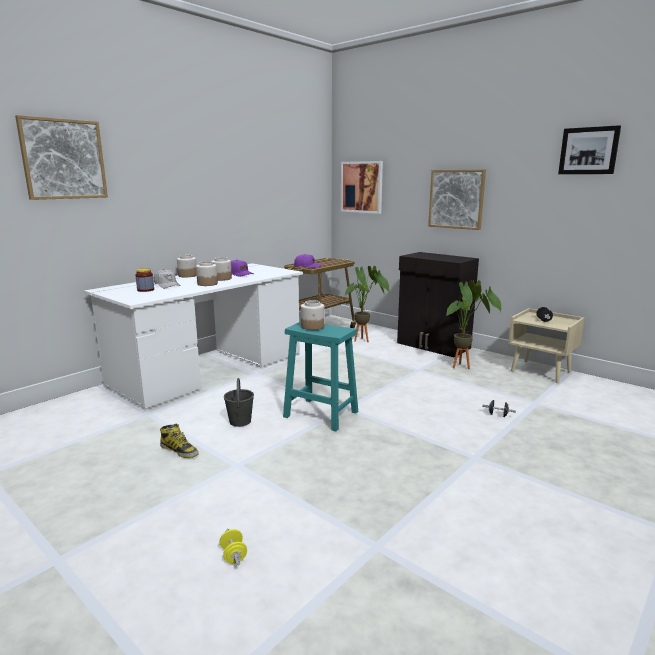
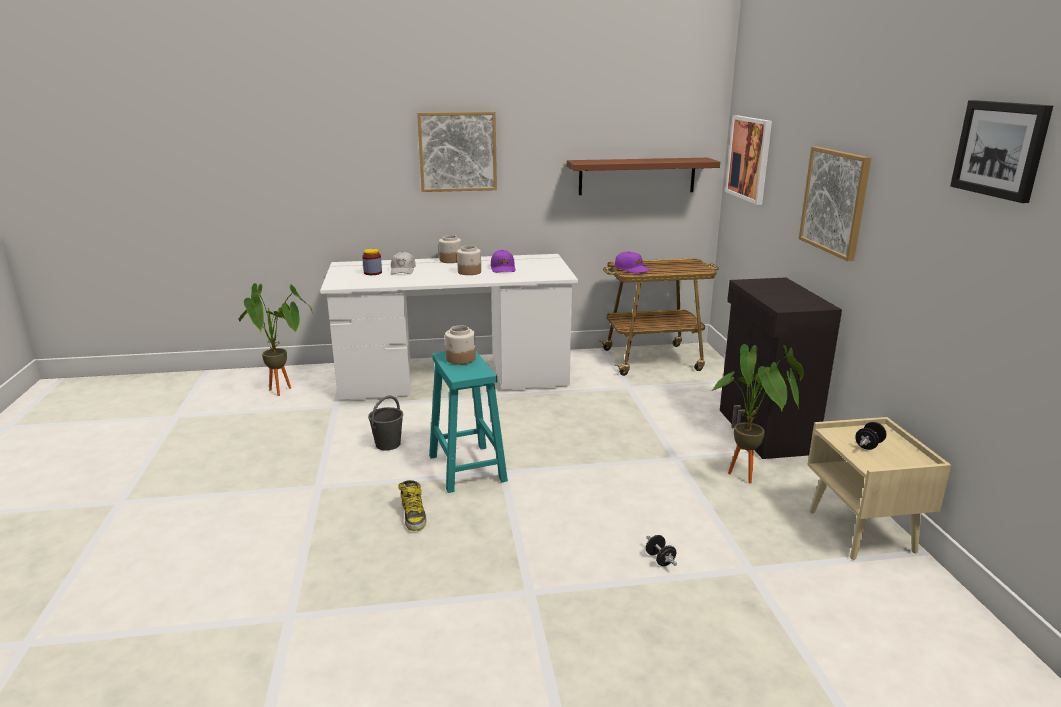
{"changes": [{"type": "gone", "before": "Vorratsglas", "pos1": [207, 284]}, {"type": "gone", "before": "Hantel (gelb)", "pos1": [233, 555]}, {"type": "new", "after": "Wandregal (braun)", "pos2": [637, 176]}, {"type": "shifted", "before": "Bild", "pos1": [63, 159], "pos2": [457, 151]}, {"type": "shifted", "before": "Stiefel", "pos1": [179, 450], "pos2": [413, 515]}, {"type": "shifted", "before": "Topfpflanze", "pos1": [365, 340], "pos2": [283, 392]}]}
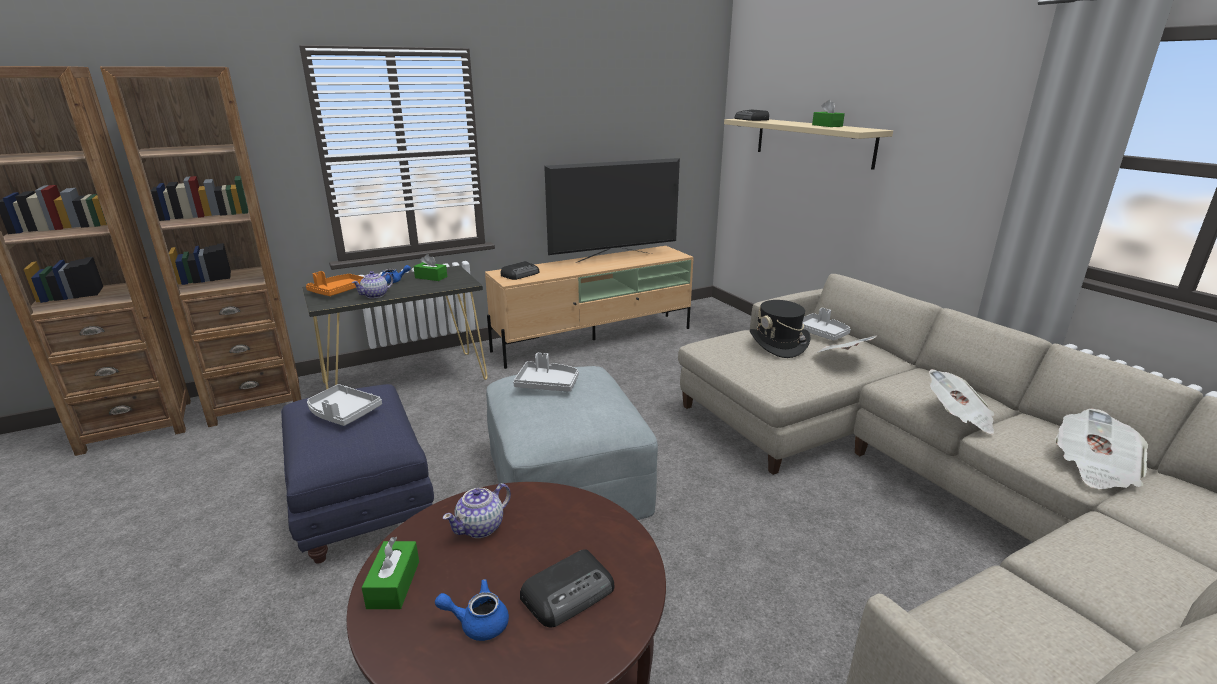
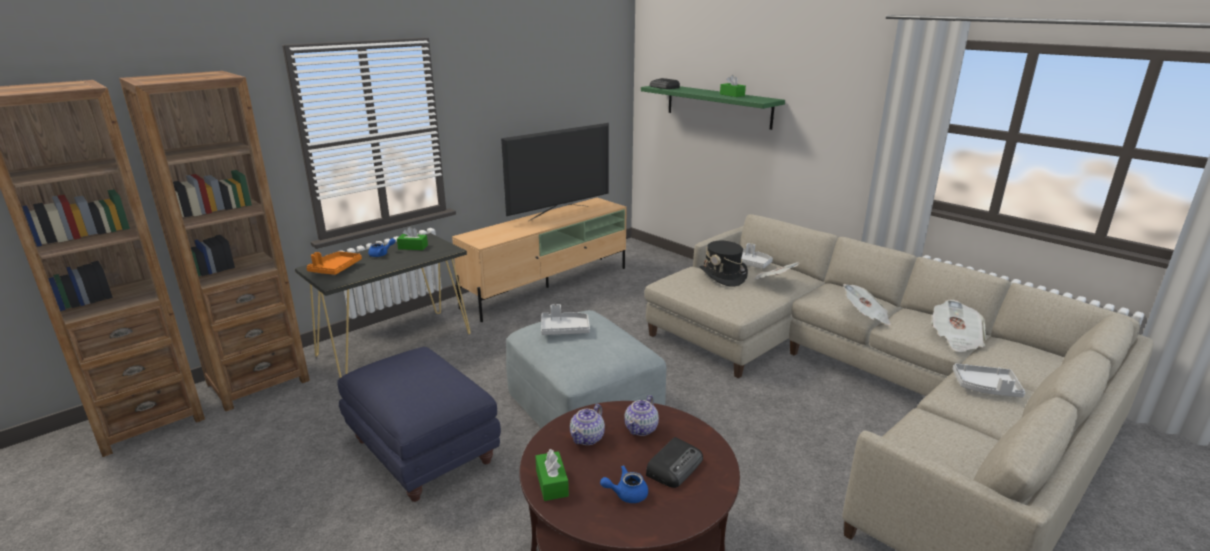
{"changes": [{"type": "gone", "before": "Radio", "pos1": [521, 274]}, {"type": "shifted", "before": "Tablett (grau)", "pos1": [343, 413], "pos2": [986, 387]}, {"type": "shifted", "before": "Teekanne", "pos1": [375, 295], "pos2": [641, 428]}, {"type": "repainted", "before": "Wandregal (beige)", "after": "Wandregal (grün)", "pos1": [812, 141], "pos2": [718, 106]}]}
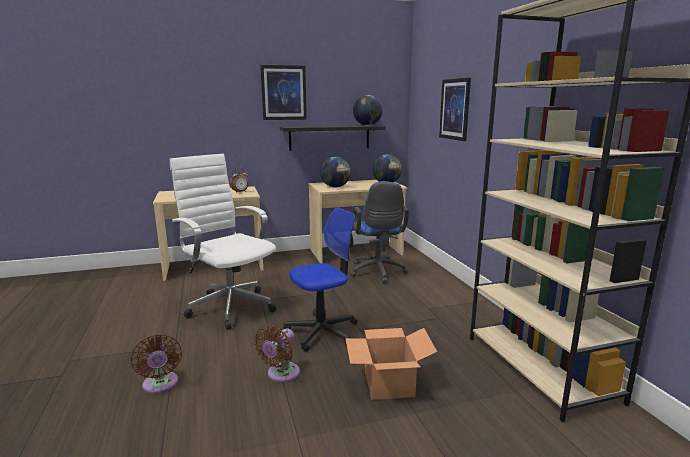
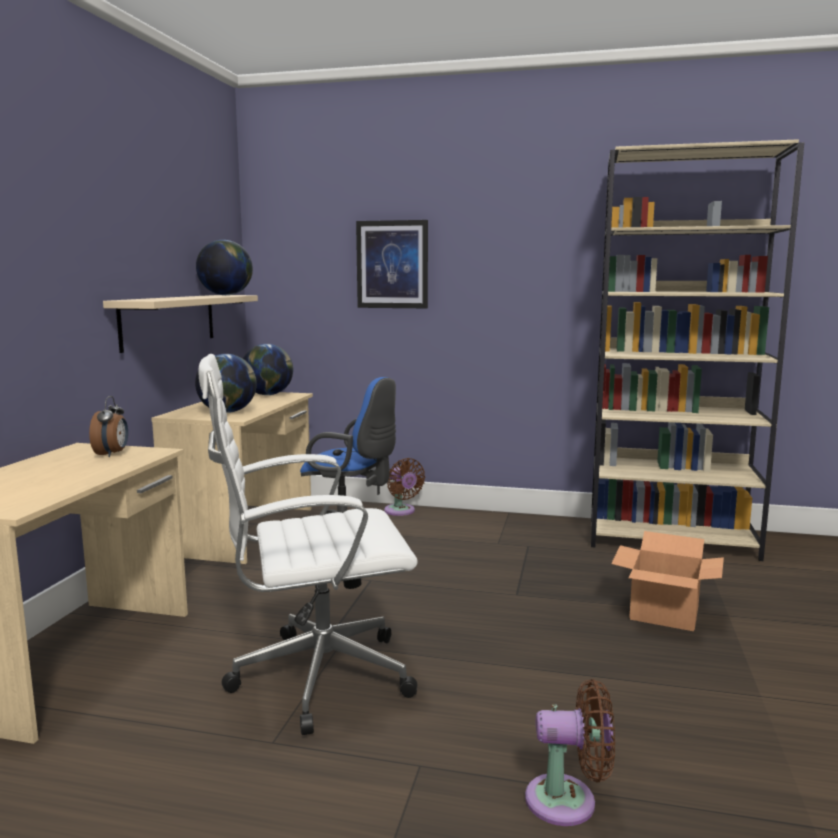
{"changes": [{"type": "gone", "before": "Bild", "pos1": [283, 93]}, {"type": "gone", "before": "Bürostuhl", "pos1": [322, 332]}, {"type": "shifted", "before": "Ventilator (braun)", "pos1": [281, 374], "pos2": [401, 511]}, {"type": "repainted", "before": "Wandregal (schwarz)", "after": "Wandregal (beige)", "pos1": [329, 137], "pos2": [169, 321]}]}
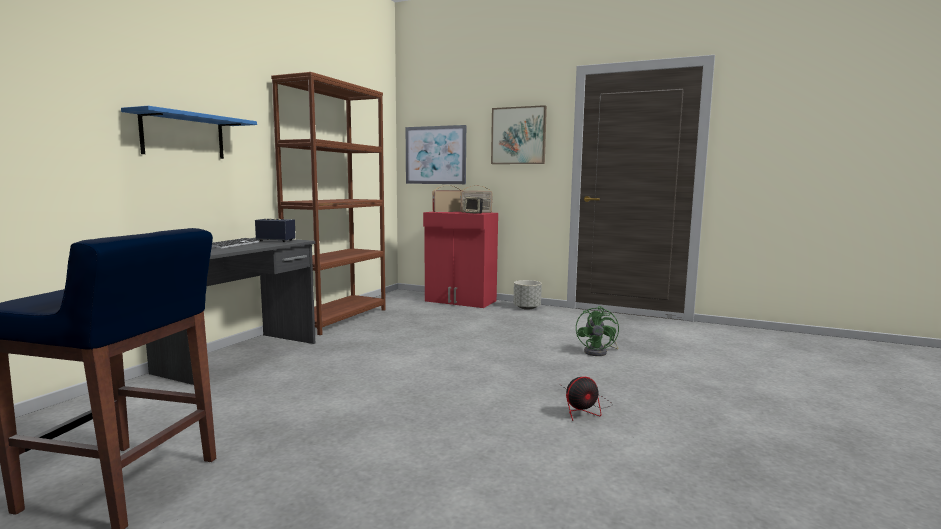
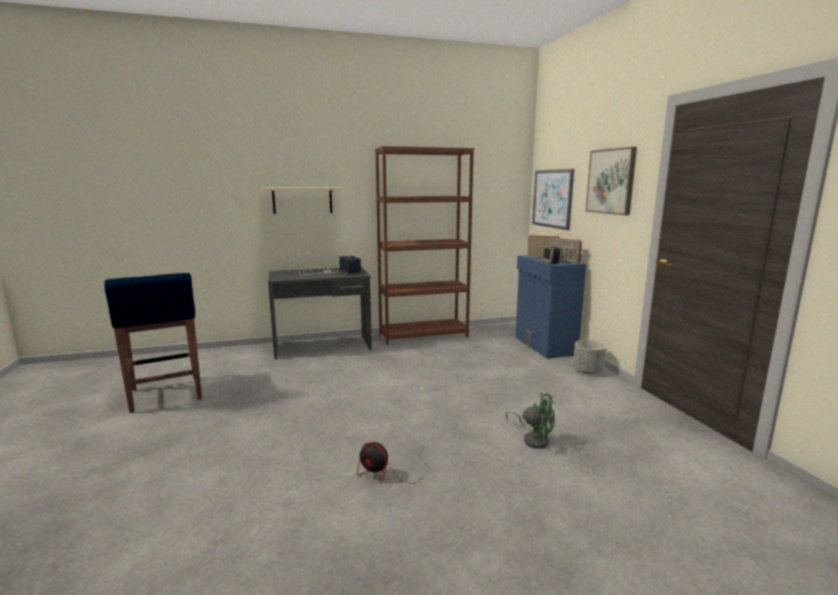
{"changes": [{"type": "repainted", "before": "Wandregal (blau)", "after": "Wandregal (beige)", "pos1": [183, 136], "pos2": [302, 200]}, {"type": "repainted", "before": "Schrank (rot)", "after": "Schrank (blau)", "pos1": [460, 301], "pos2": [544, 346]}, {"type": "rotated", "before": "Ventilator (grün)", "pos1": [599, 352], "pos2": [533, 439], "turn": -120}]}
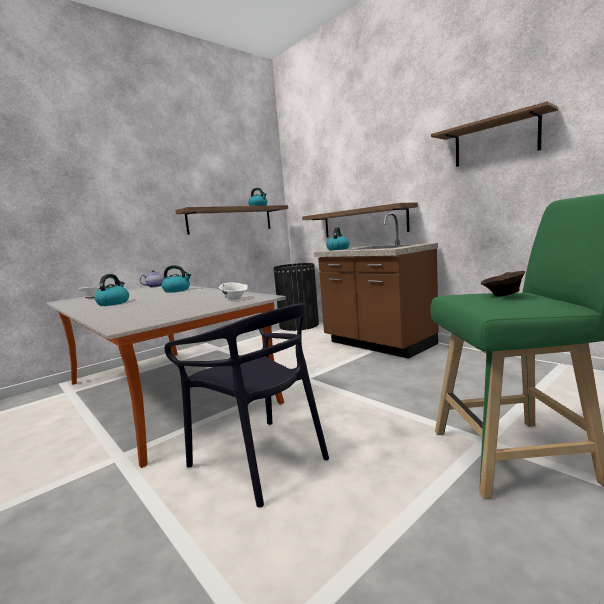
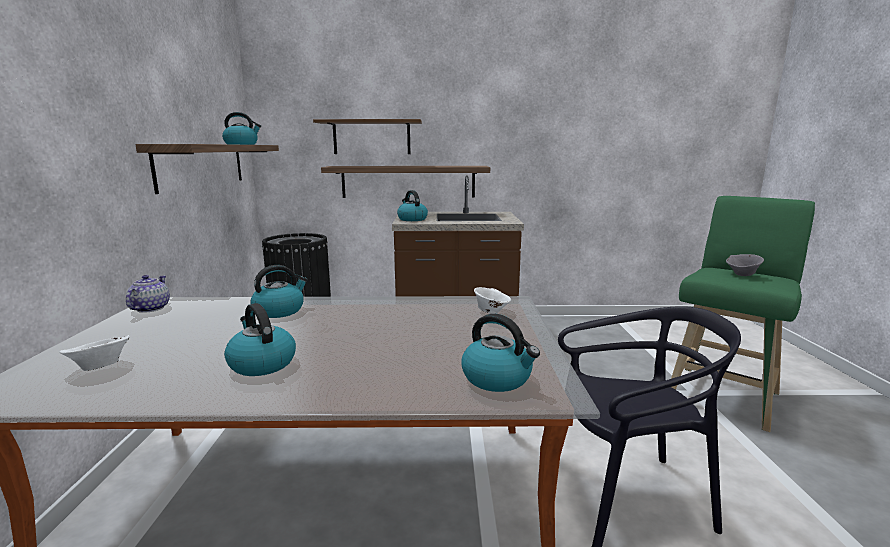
{"changes": [{"type": "new", "after": "Wasserkessel", "pos2": [497, 378]}, {"type": "shifted", "before": "Wandregal", "pos1": [495, 141], "pos2": [371, 137]}, {"type": "repainted", "before": "Schüssel (braun)", "after": "Schüssel (grau)", "pos1": [502, 296], "pos2": [742, 275]}]}
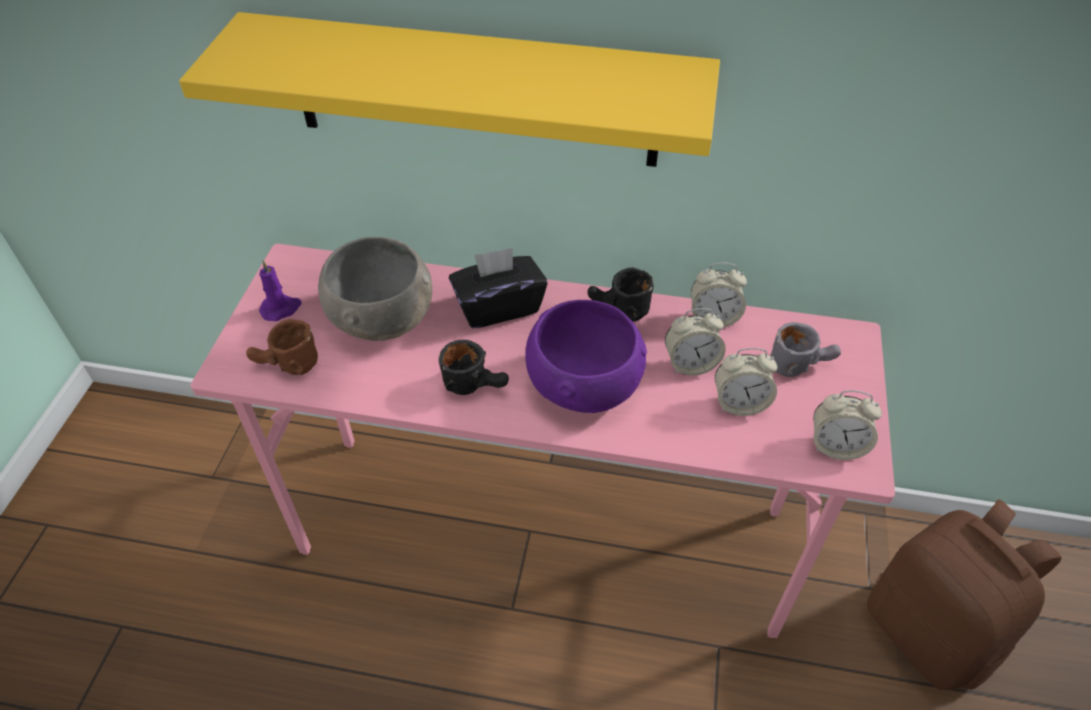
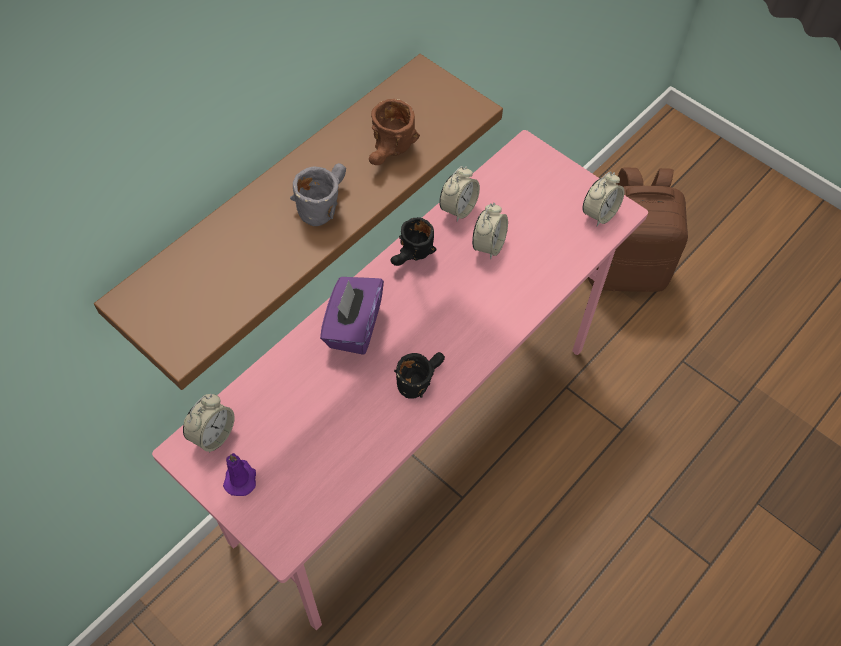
{"changes": [{"type": "gone", "before": "Schüssel (grau)", "pos1": [381, 317]}, {"type": "gone", "before": "Schüssel (lila)", "pos1": [583, 383]}, {"type": "shifted", "before": "Henkelbecher (braun)", "pos1": [286, 366], "pos2": [390, 153]}, {"type": "shifted", "before": "Wecker", "pos1": [739, 403], "pos2": [213, 434]}, {"type": "shifted", "before": "Henkelbecher (grau)", "pos1": [800, 363], "pos2": [322, 202]}, {"type": "repainted", "before": "Wandregal (gelb)", "after": "Wandregal (braun)", "pos1": [474, 92], "pos2": [277, 202]}, {"type": "repainted", "before": "Taschentuchbox (schwarz)", "after": "Taschentuchbox (lila)", "pos1": [498, 307], "pos2": [353, 327]}]}
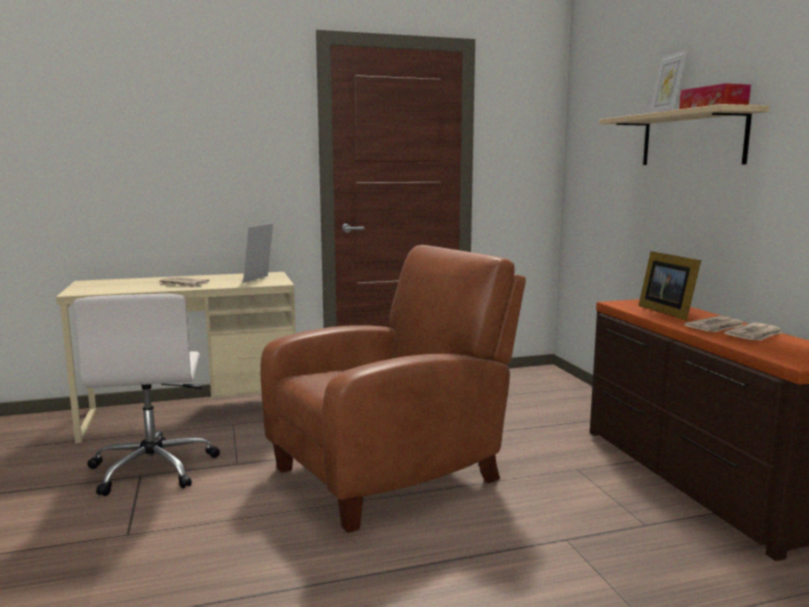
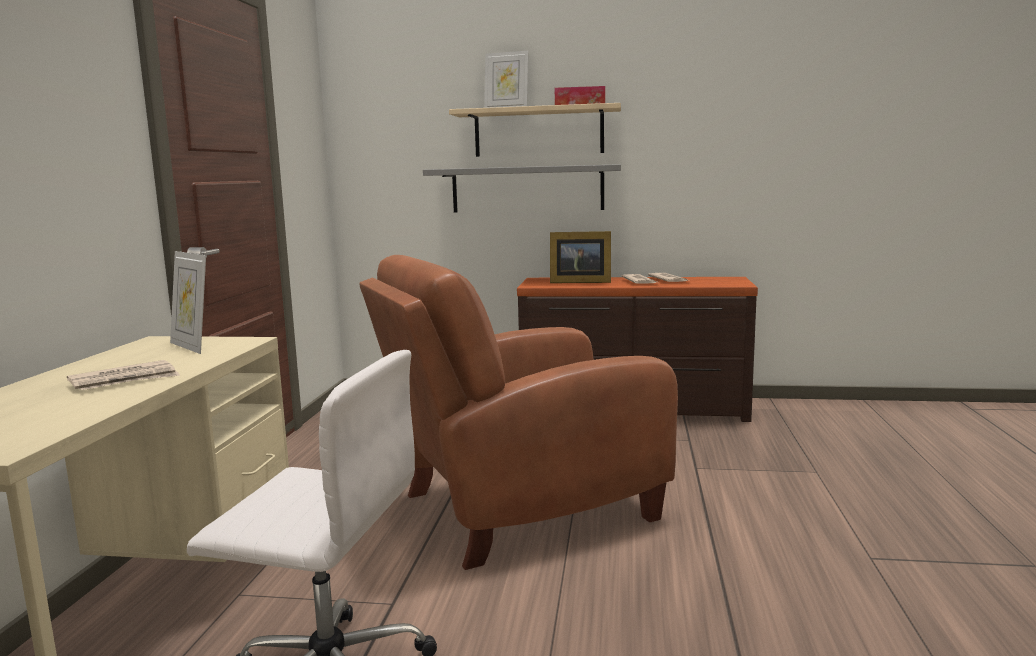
{"changes": [{"type": "new", "after": "Wandregal (grau)", "pos2": [527, 189]}, {"type": "rotated", "before": "Sessel (braun)", "pos1": [394, 472], "pos2": [519, 509], "turn": -105}]}
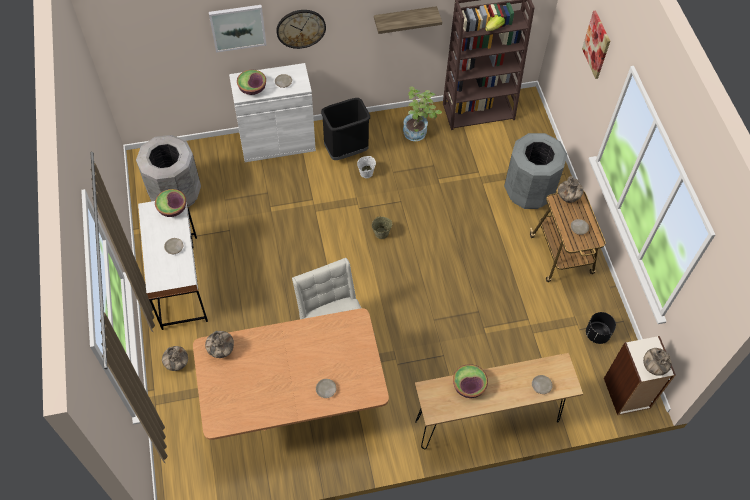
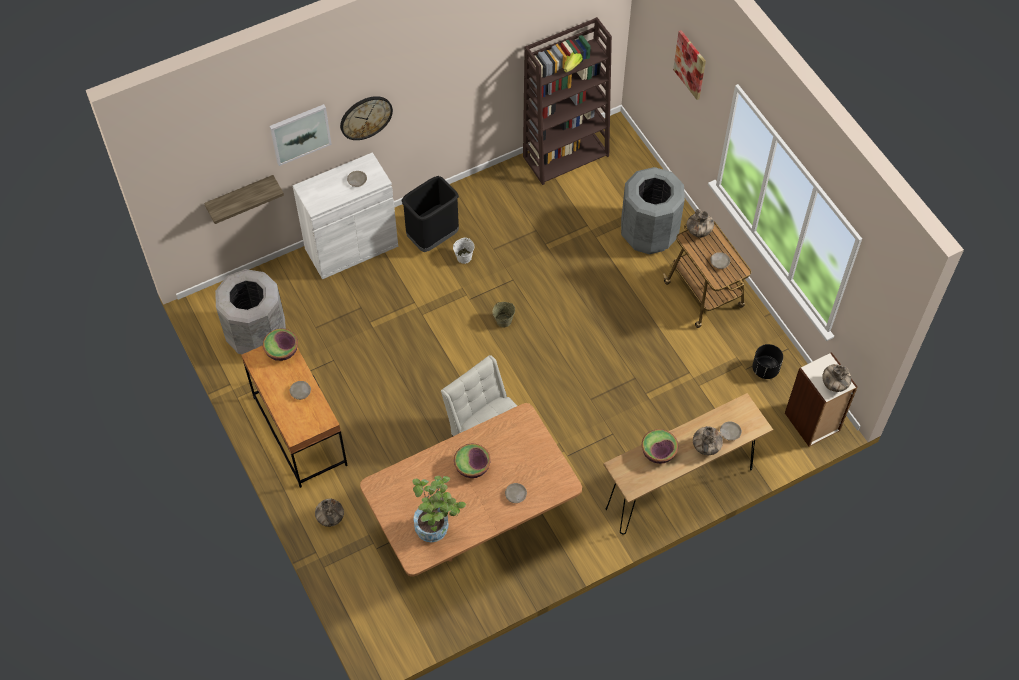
{"changes": [{"type": "shifted", "before": "Vase", "pos1": [221, 349], "pos2": [706, 447]}, {"type": "shifted", "before": "Schüssel", "pos1": [252, 89], "pos2": [472, 467]}, {"type": "shifted", "before": "Wandregal", "pos1": [404, 19], "pos2": [240, 196]}, {"type": "shifted", "before": "Topfpflanze", "pos1": [418, 132], "pos2": [437, 527]}, {"type": "repainted", "before": "Schreibtisch (weiß)", "after": "Schreibtisch (braun)", "pos1": [180, 282], "pos2": [300, 431]}]}
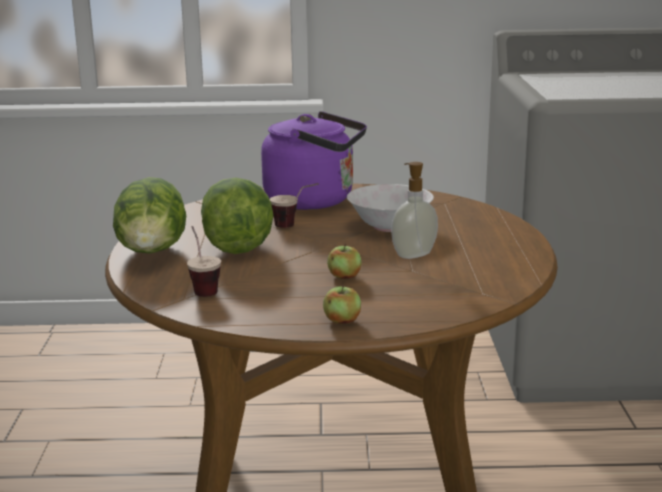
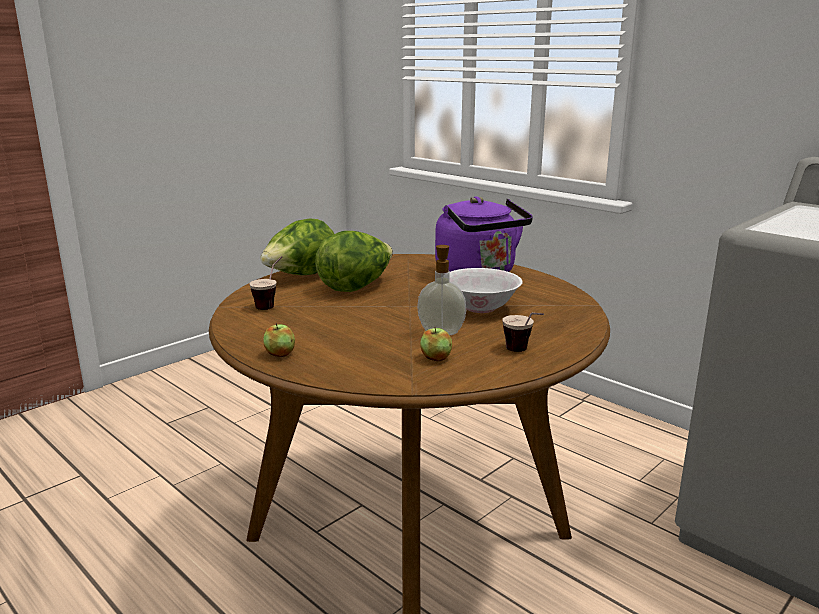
{"changes": [{"type": "shifted", "before": "Tasse", "pos1": [295, 226], "pos2": [523, 353]}, {"type": "shifted", "before": "Apfel", "pos1": [344, 276], "pos2": [436, 358]}]}
